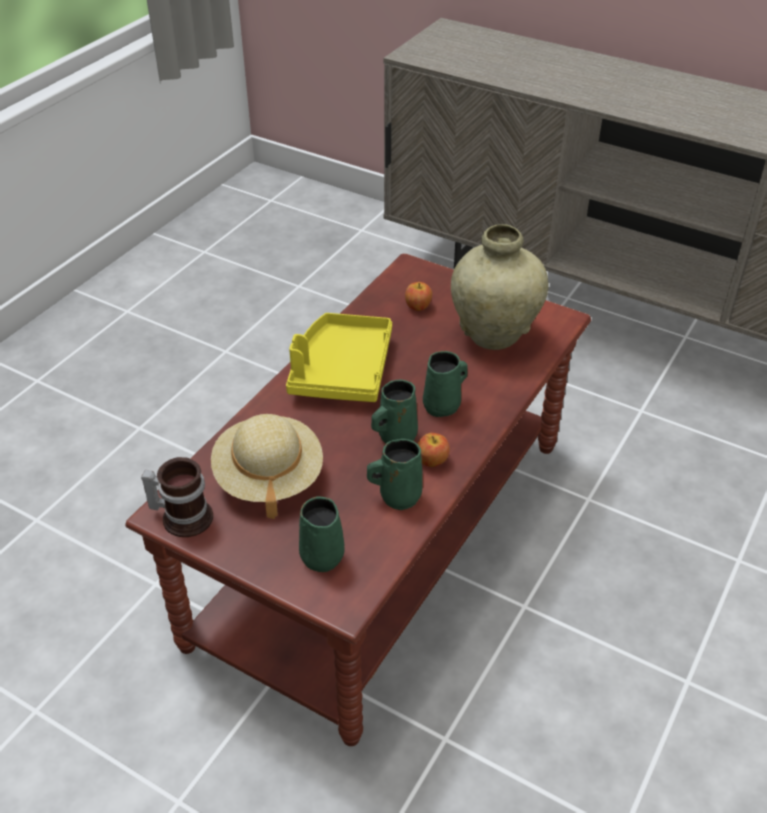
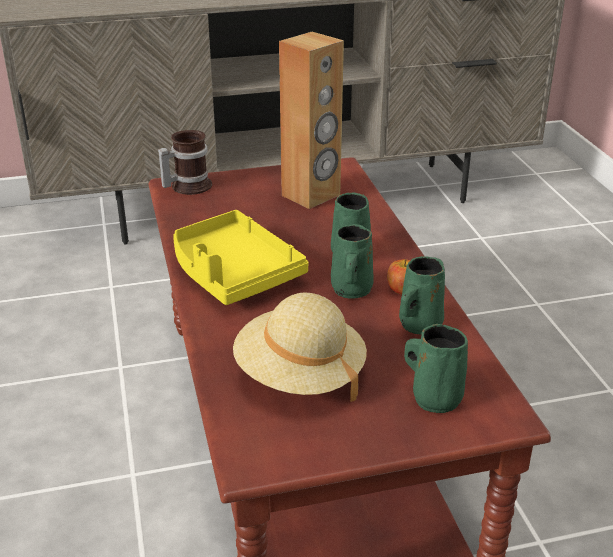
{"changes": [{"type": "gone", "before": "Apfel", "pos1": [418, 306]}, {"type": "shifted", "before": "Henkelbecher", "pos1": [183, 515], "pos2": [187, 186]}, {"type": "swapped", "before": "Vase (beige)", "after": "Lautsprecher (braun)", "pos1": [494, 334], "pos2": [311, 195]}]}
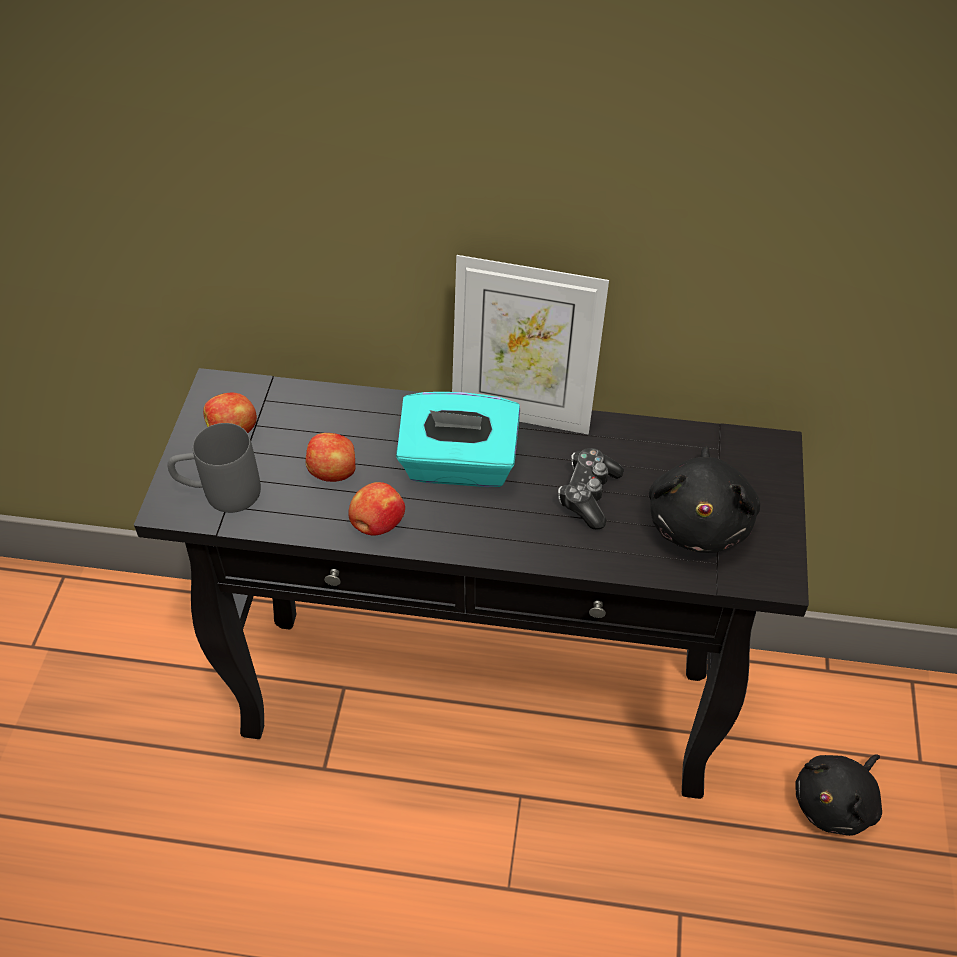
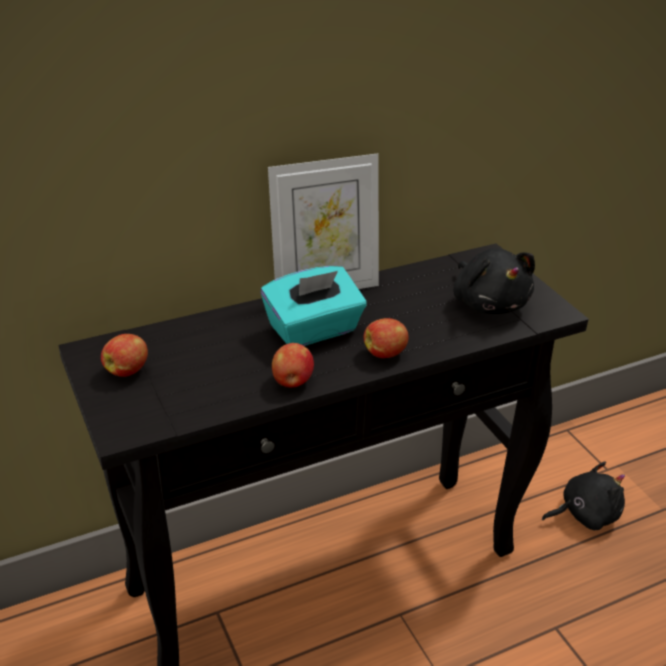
{"changes": [{"type": "gone", "before": "Henkelbecher (grau)", "pos1": [219, 493]}, {"type": "gone", "before": "Gamepad", "pos1": [588, 494]}, {"type": "shifted", "before": "Apfel", "pos1": [334, 472], "pos2": [385, 353]}, {"type": "rotated", "before": "Plüschtier (schwarz)", "pos1": [836, 802], "pos2": [584, 514], "turn": -120}]}
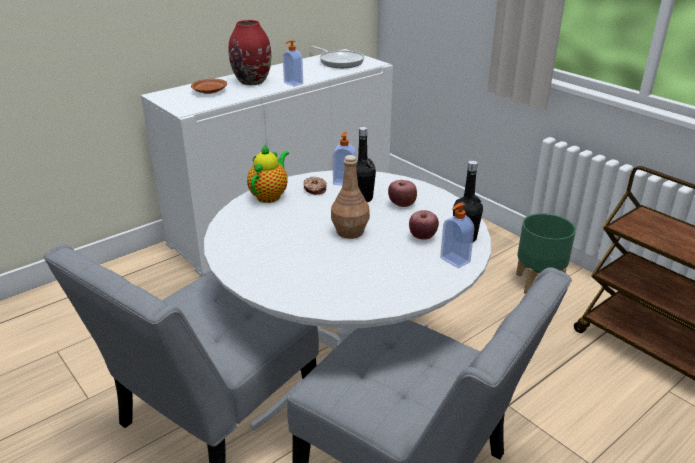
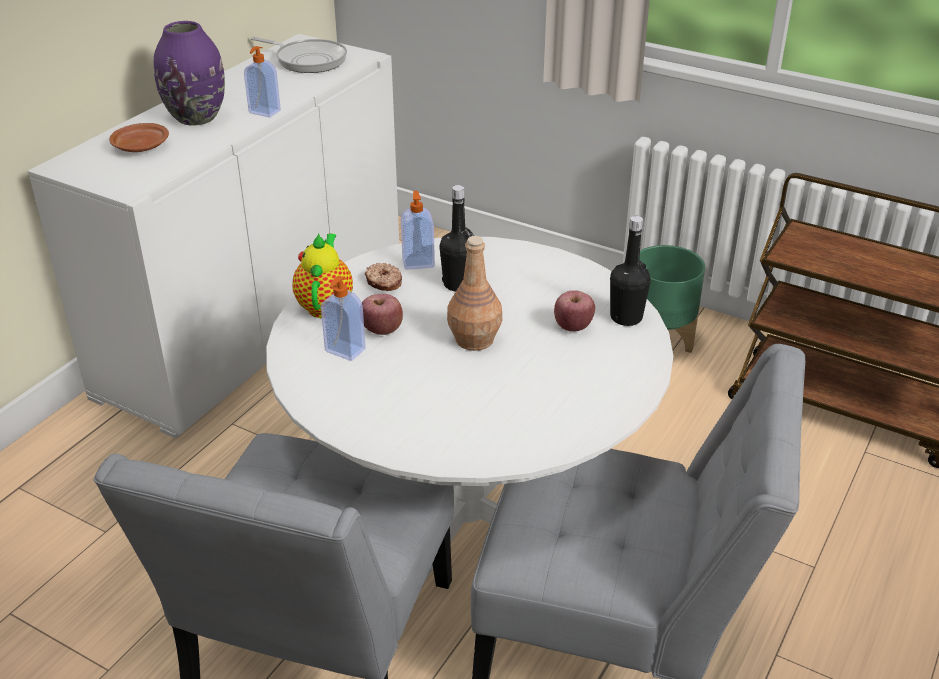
{"changes": [{"type": "shifted", "before": "Apfel", "pos1": [402, 204], "pos2": [382, 330]}, {"type": "shifted", "before": "Seifenspender", "pos1": [454, 260], "pos2": [344, 351]}, {"type": "repainted", "before": "Vase (rot)", "after": "Vase (lila)", "pos1": [252, 81], "pos2": [197, 117]}]}
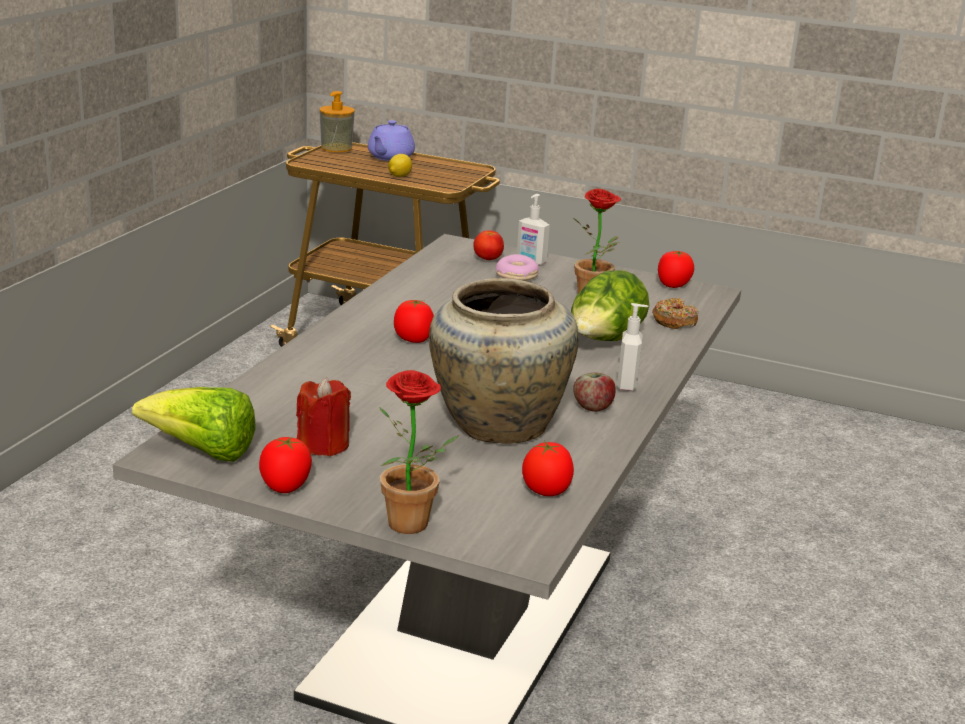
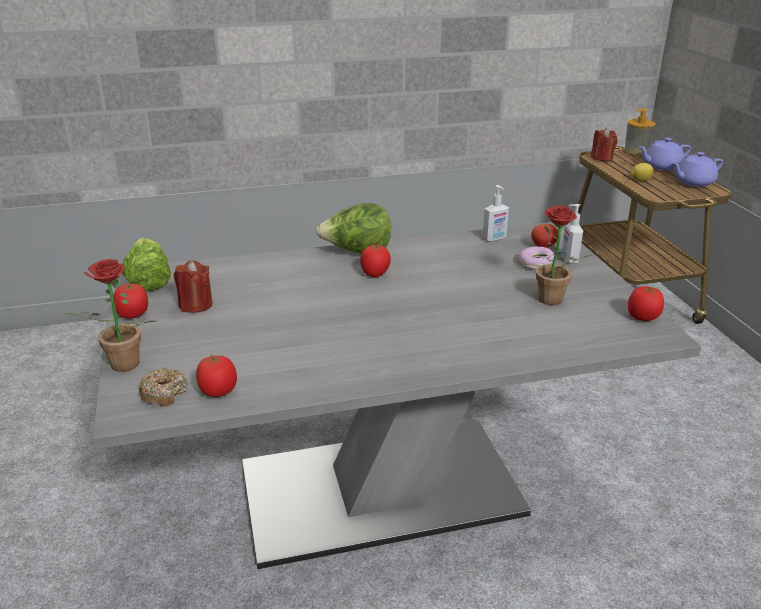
{"changes": [{"type": "gone", "before": "Vase (beige)", "pos1": [495, 425]}, {"type": "gone", "before": "Apfel", "pos1": [593, 407]}, {"type": "new", "after": "Kerze (rot)", "pos2": [602, 158]}, {"type": "new", "after": "Teekanne (lila)", "pos2": [693, 182]}, {"type": "shifted", "before": "Salatkopf", "pos1": [604, 342], "pos2": [357, 252]}, {"type": "shifted", "before": "Seifenspender", "pos1": [628, 385], "pos2": [494, 239]}, {"type": "shifted", "before": "Donut", "pos1": [674, 321], "pos2": [164, 393]}]}
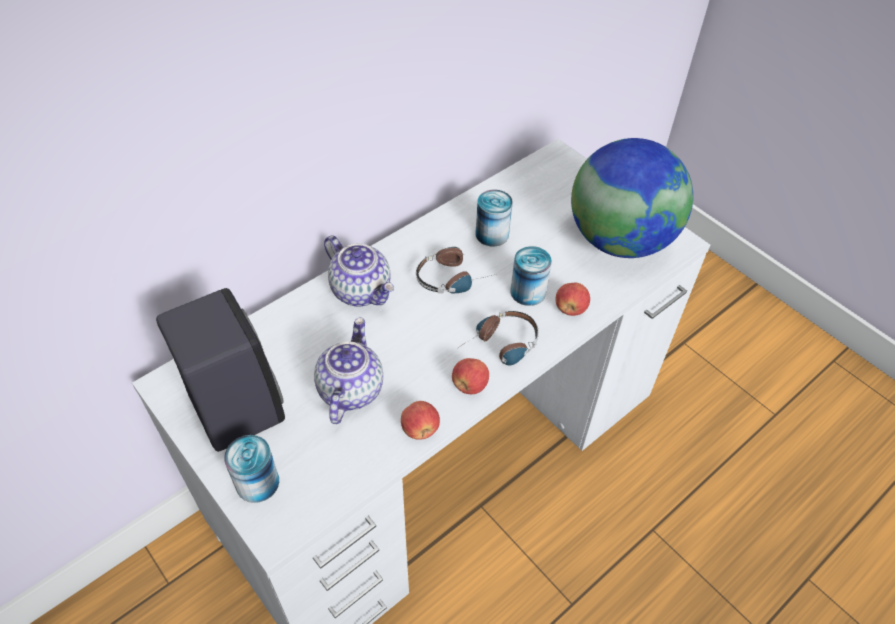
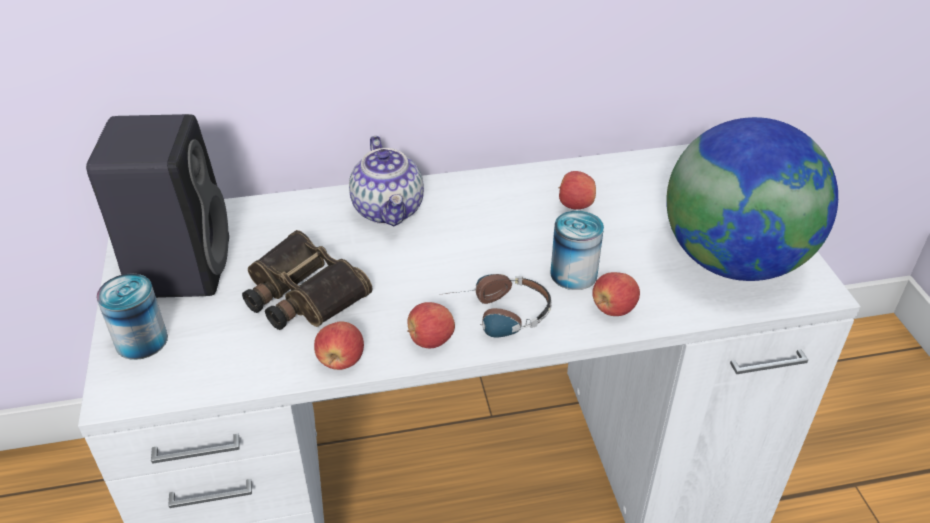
{"changes": [{"type": "gone", "before": "Kopfhörer", "pos1": [454, 277]}, {"type": "swapped", "before": "Teekanne", "after": "Fernglas", "pos1": [350, 389], "pos2": [301, 294]}, {"type": "swapped", "before": "Dose", "after": "Apfel", "pos1": [492, 234], "pos2": [575, 205]}]}
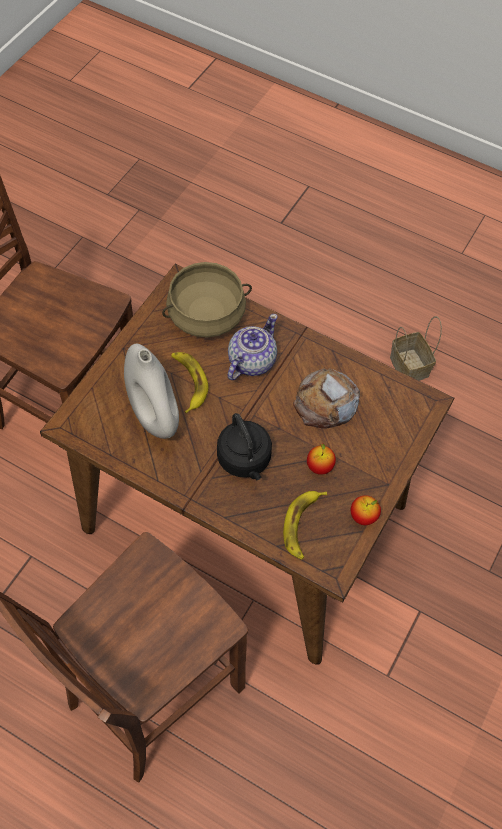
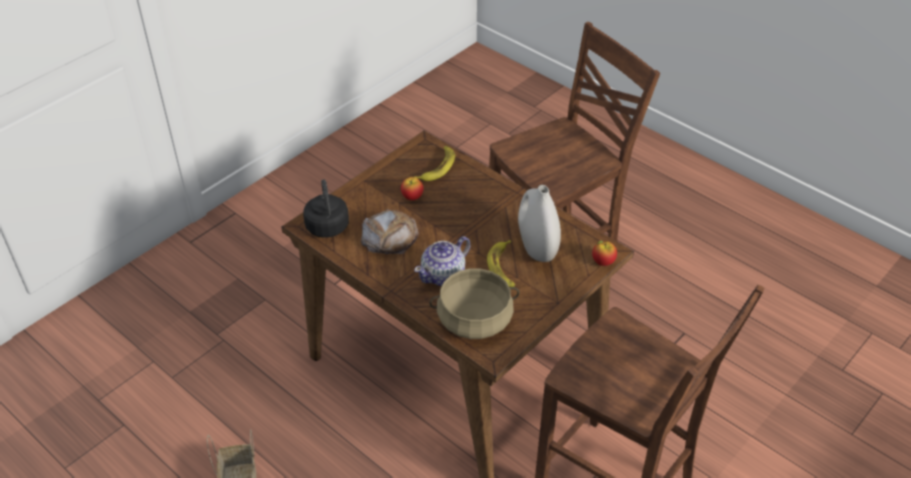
{"changes": [{"type": "shifted", "before": "Wasserkessel (schwarz)", "pos1": [245, 460], "pos2": [327, 225]}, {"type": "shifted", "before": "Apfel", "pos1": [363, 516], "pos2": [603, 262]}]}
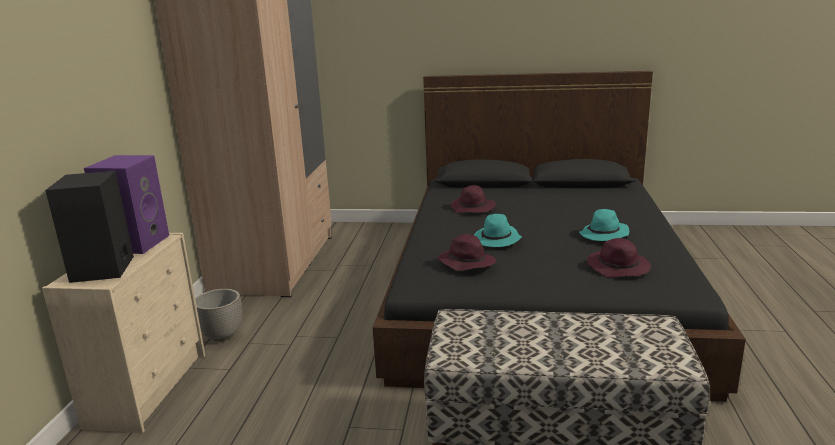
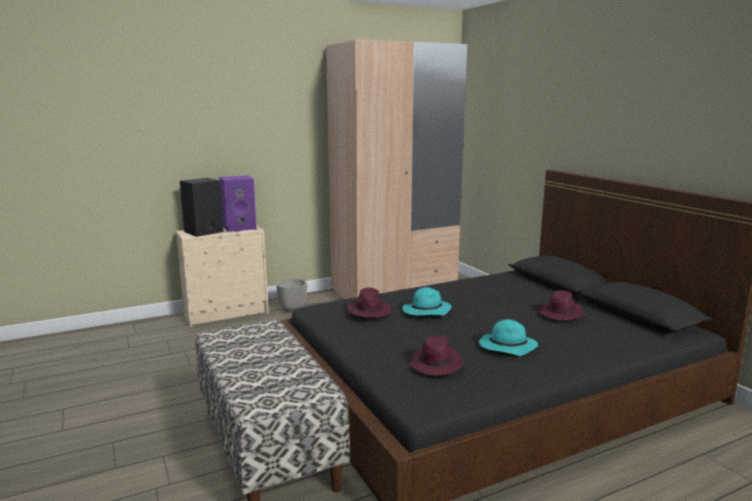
{"changes": [{"type": "shifted", "before": "Hut (lila)", "pos1": [473, 208], "pos2": [561, 314]}]}
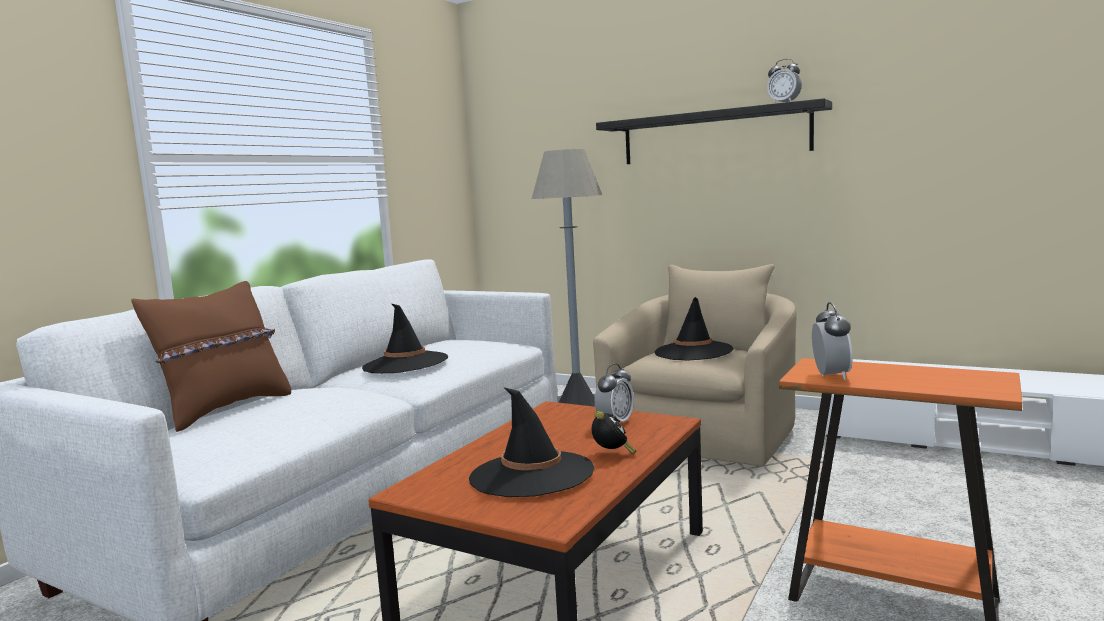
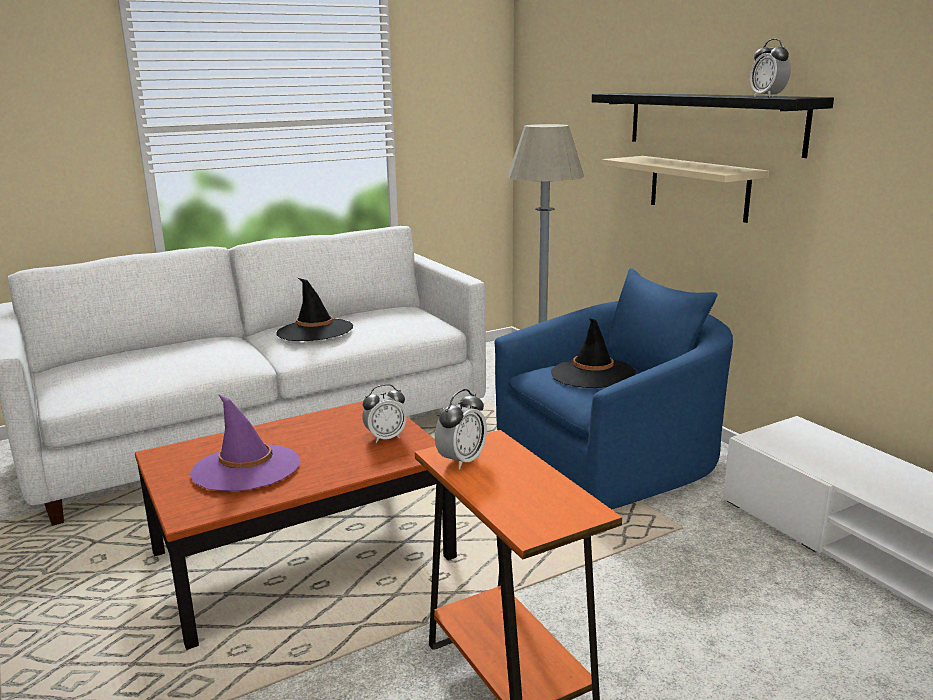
{"changes": [{"type": "gone", "before": "Kissen (braun)", "pos1": [225, 409]}, {"type": "gone", "before": "Wecker", "pos1": [612, 454]}, {"type": "new", "after": "Wandregal (beige)", "pos2": [698, 187]}, {"type": "repainted", "before": "Hut (schwarz)", "after": "Hut (lila)", "pos1": [531, 474], "pos2": [246, 468]}, {"type": "repainted", "before": "Sessel (beige)", "after": "Sessel (blau)", "pos1": [707, 433], "pos2": [614, 459]}]}
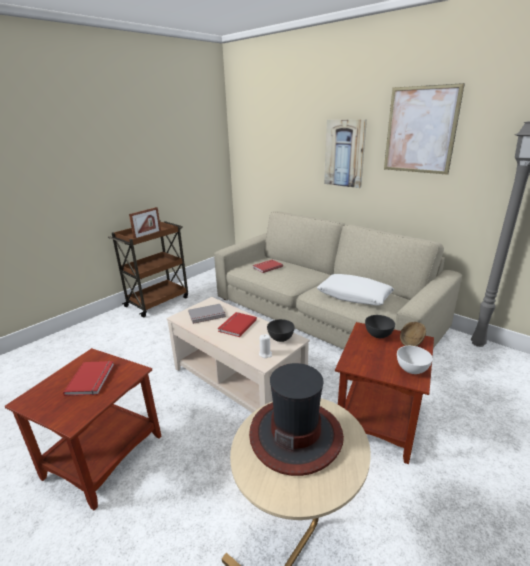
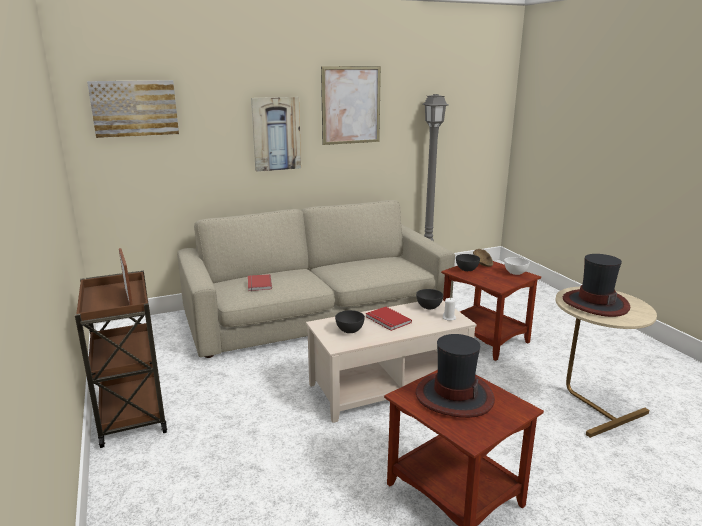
{"changes": [{"type": "gone", "before": "Kissen (weiß)", "pos1": [354, 296]}, {"type": "new", "after": "Bild", "pos2": [134, 108]}, {"type": "swapped", "before": "Buch (rot)", "after": "Hut", "pos1": [92, 379], "pos2": [454, 396]}, {"type": "swapped", "before": "Buch (grau)", "after": "Schüssel (grau)", "pos1": [207, 315], "pos2": [350, 330]}]}
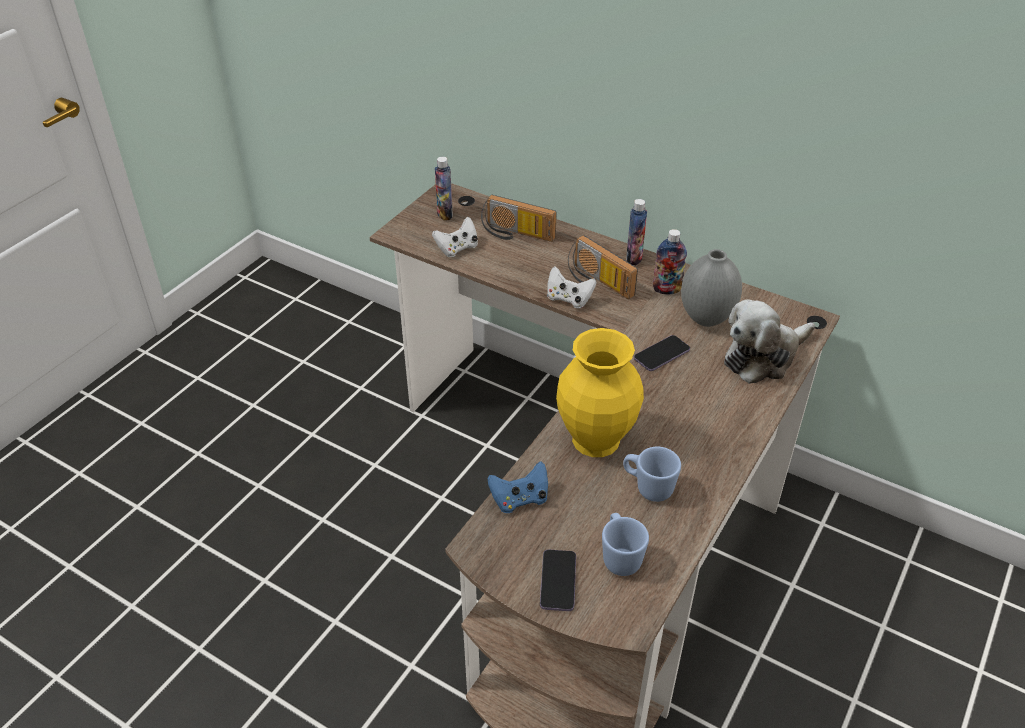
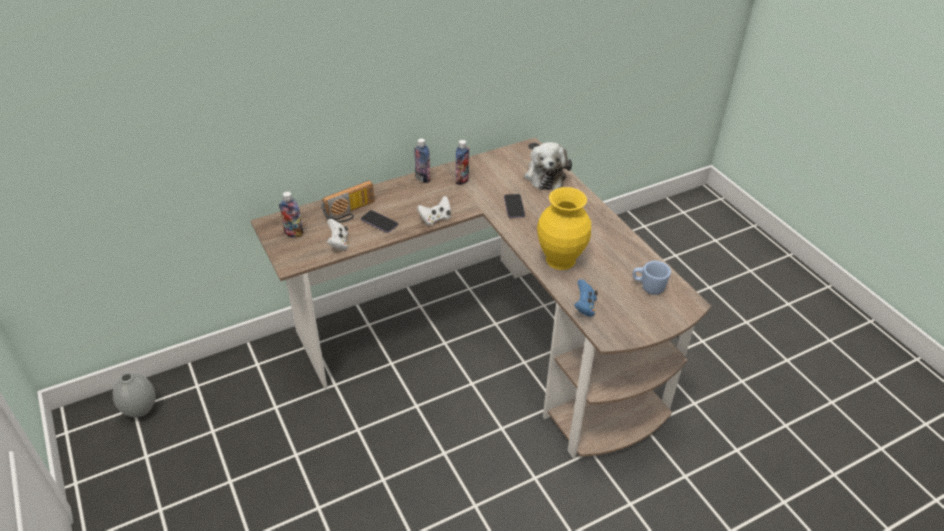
{"changes": [{"type": "gone", "before": "Radio", "pos1": [597, 282]}, {"type": "gone", "before": "Henkelbecher (blau)", "pos1": [648, 487]}, {"type": "shifted", "before": "Handy", "pos1": [558, 581], "pos2": [379, 222]}, {"type": "shifted", "before": "Vase (grau)", "pos1": [706, 318], "pos2": [140, 410]}]}
